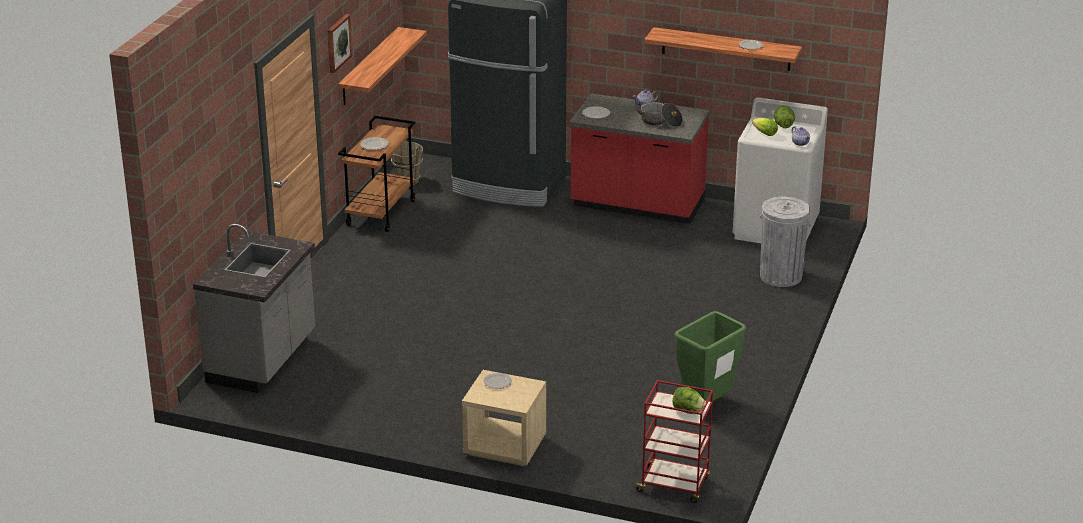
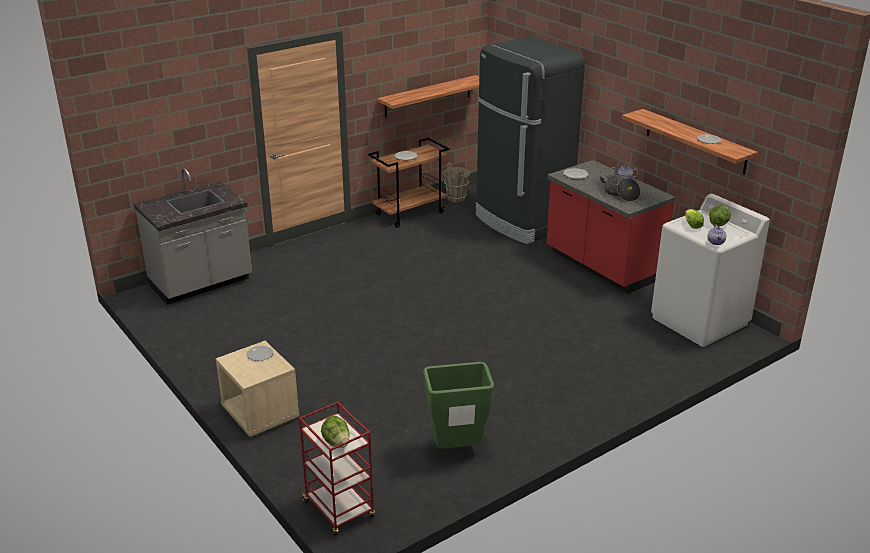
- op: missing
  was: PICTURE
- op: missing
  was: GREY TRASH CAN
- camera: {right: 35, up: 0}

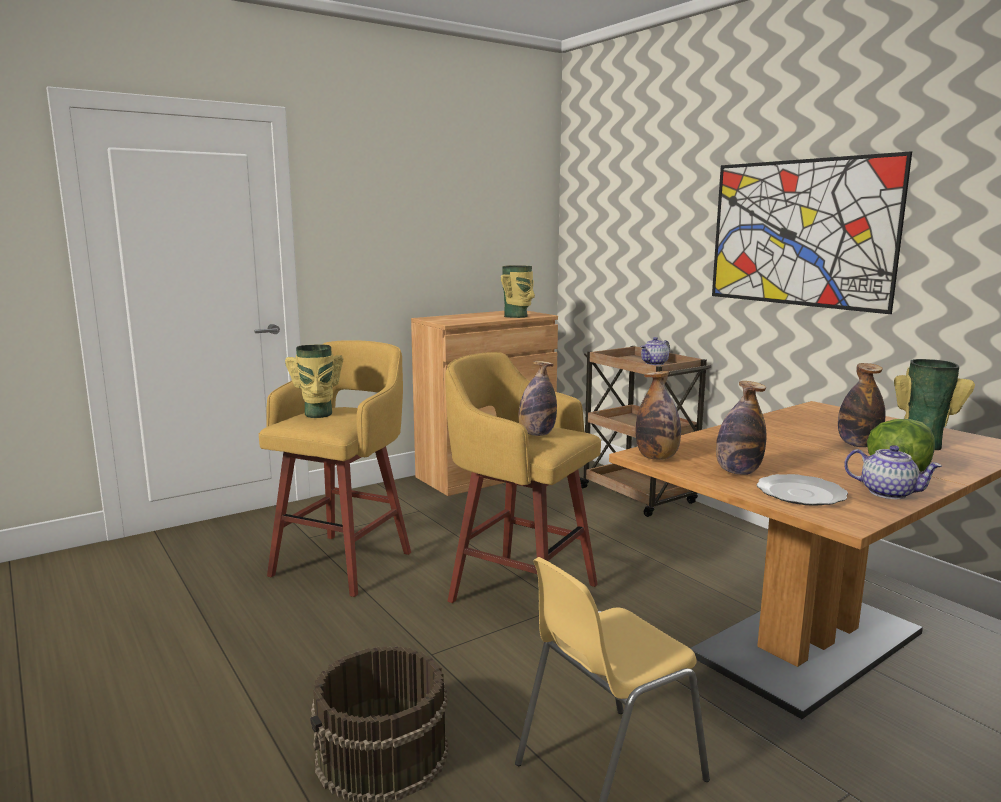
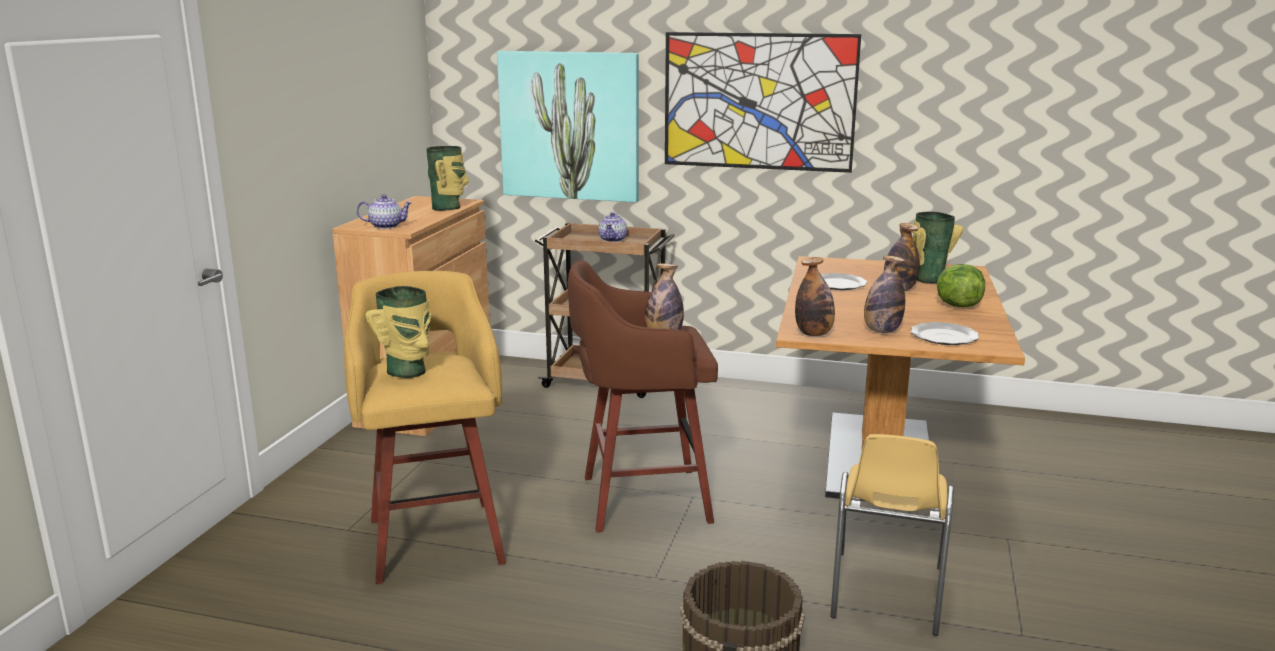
- op: colour
  was: YELLOW STOOL (no. 2 from left)
  now: BROWN STOOL
- op: relocated
  was: TEAPOT (no. 2 from left in the first image)
  now: TEAPOT (no. 1 from left)
- op: appeared
  now: PICTURE (no. 1 from left)
- op: appeared
  now: PLATE (no. 1 from left)
- camera: {right: -40, up: 5}

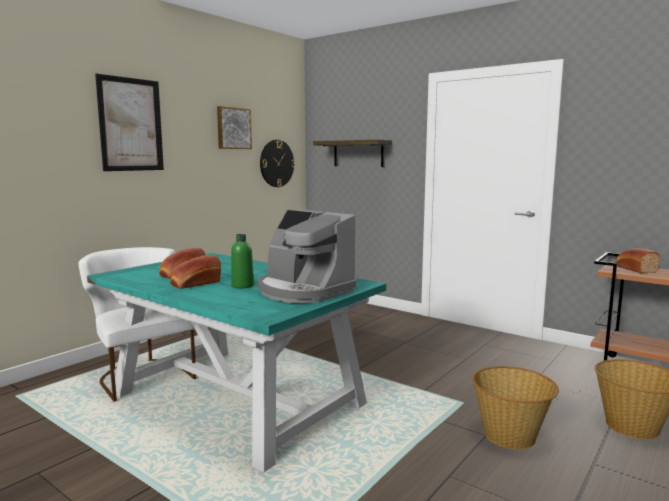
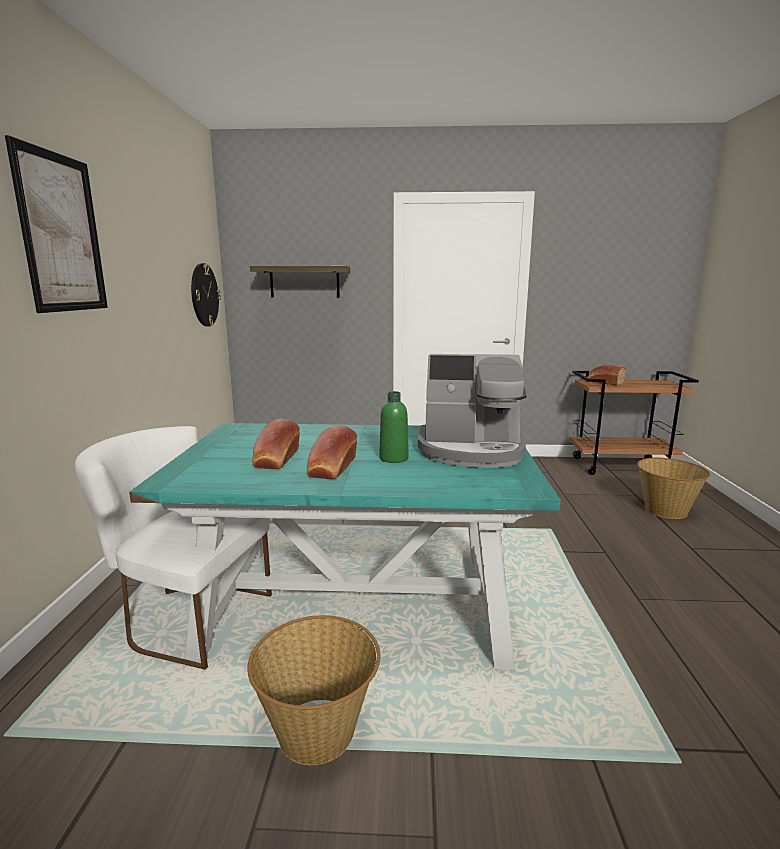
- op: missing
  was: PICTURE (no. 2 from left)
- op: relocated
  was: BASKET (no. 1 from left)
- camera: {right: -35, up: 5}

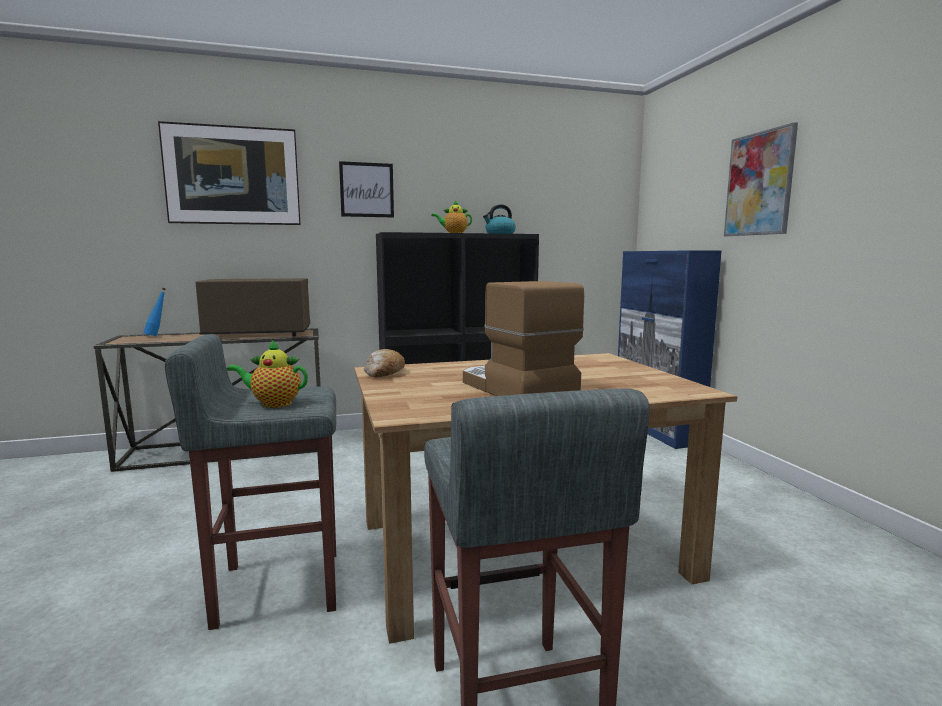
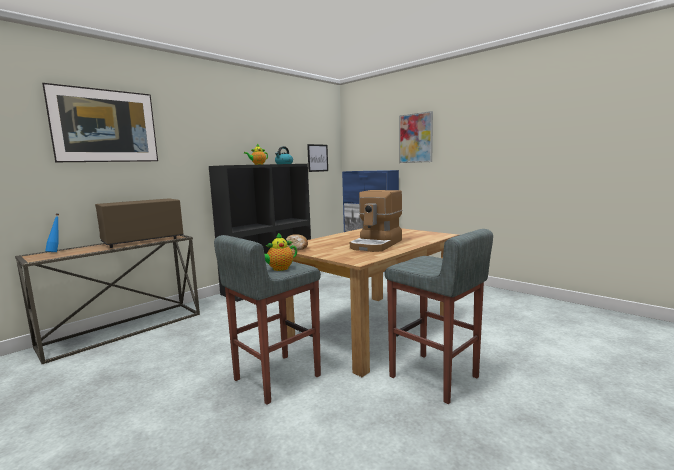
- op: relocated
  was: PICTURE (no. 2 from left)
- op: spun
  was: COFFEE MACHINE
  clockwise: -90
- camera: {right: -30, up: 0}

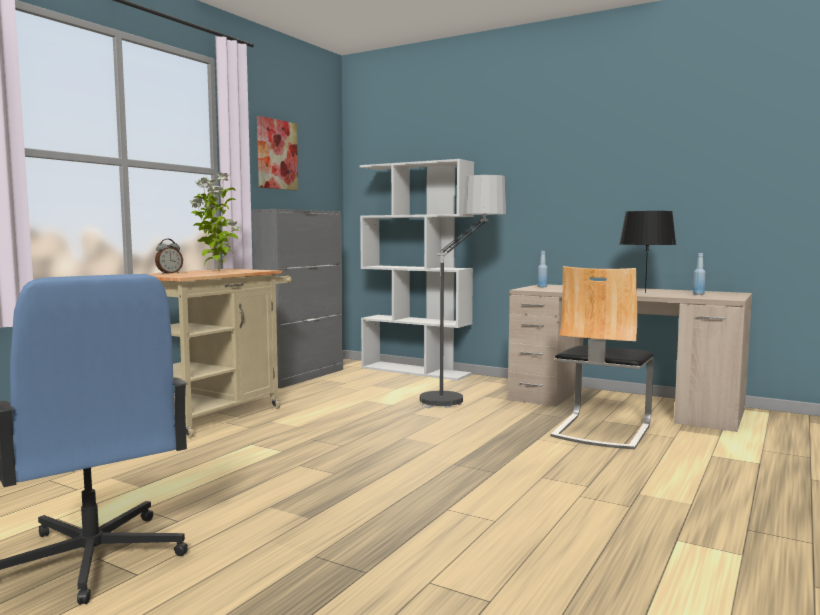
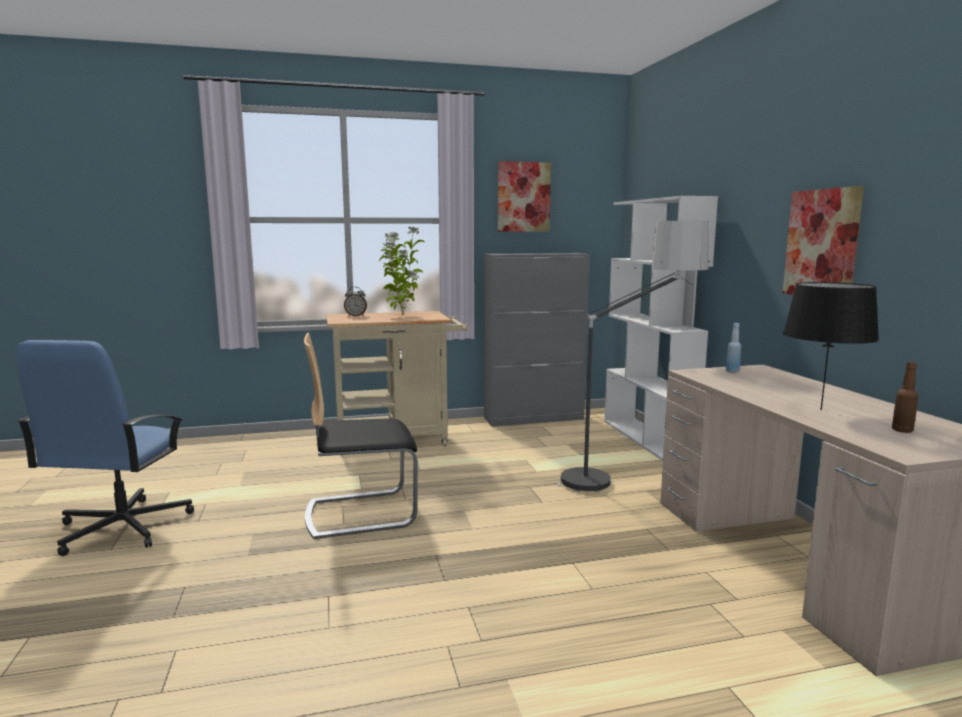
- op: colour
  was: BLUE BOTTLE (no. 2 from left)
  now: BROWN BOTTLE
- op: relocated
  was: CHAIR
- op: appeared
  now: PICTURE (no. 2 from left)
- camera: {right: 45, up: 5}

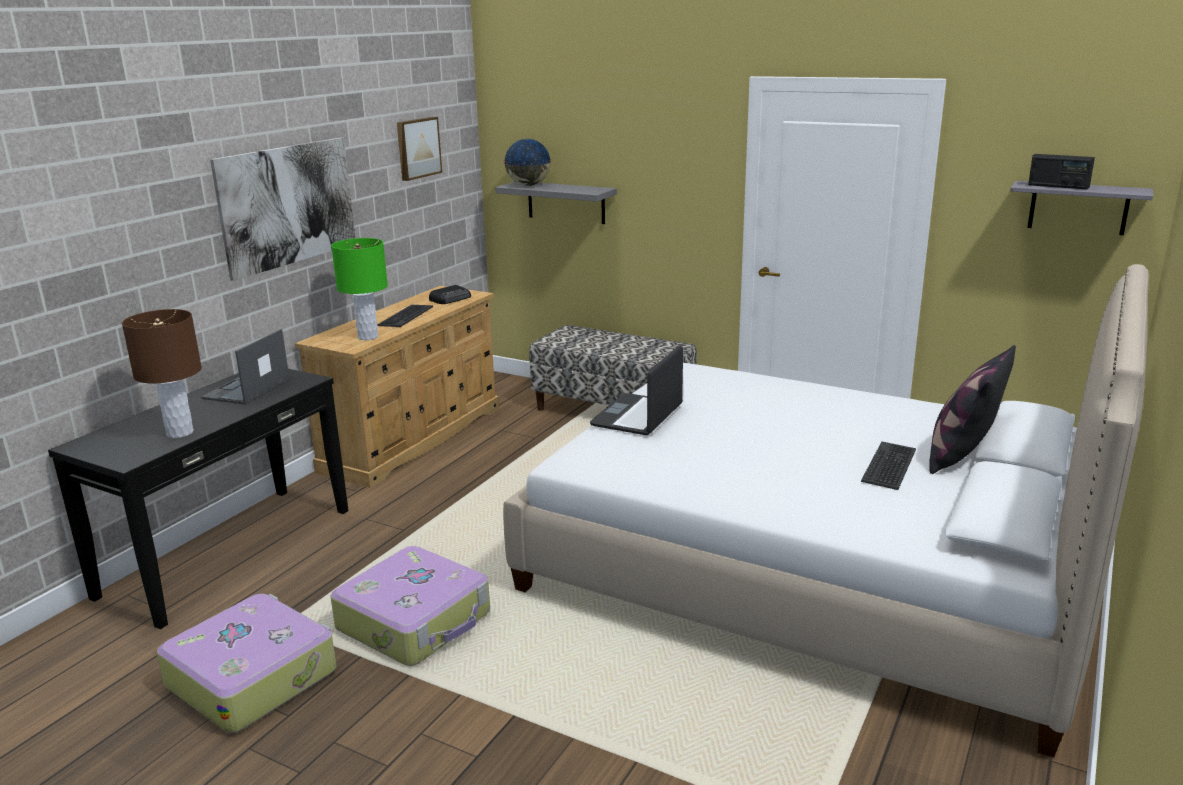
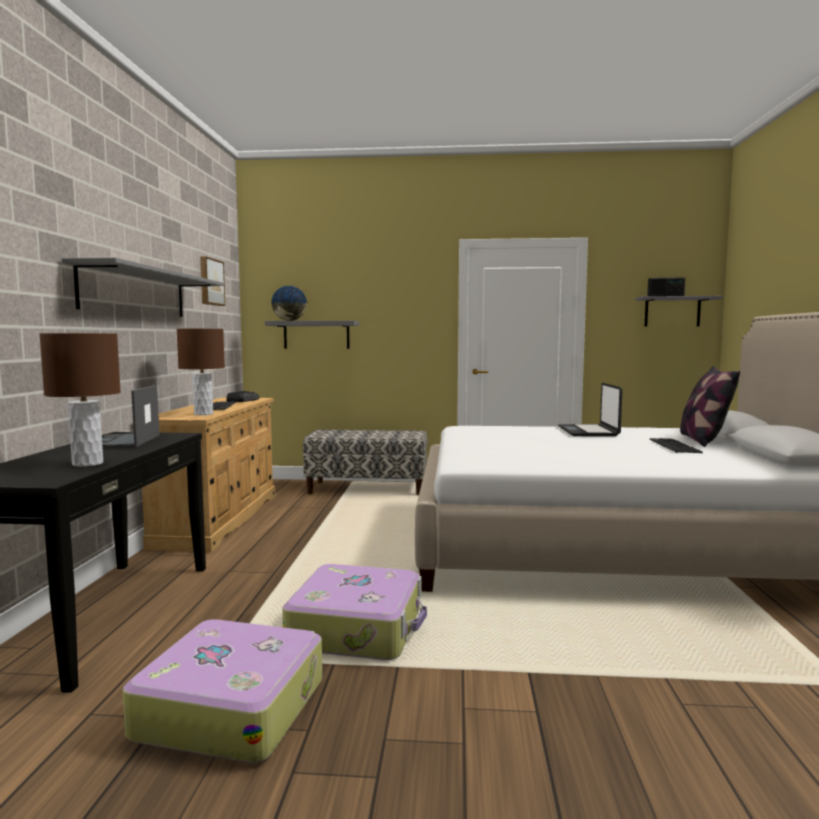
- op: exchanged
  was: PICTURE (no. 1 from left)
  now: GREY SHELF (no. 1 from left)
- op: colour
  was: GREEN TABLE LAMP
  now: BROWN TABLE LAMP (no. 2 from left)
- op: relocated
  was: LAPTOP (no. 2 from left)
- camera: {right: -25, up: -15}

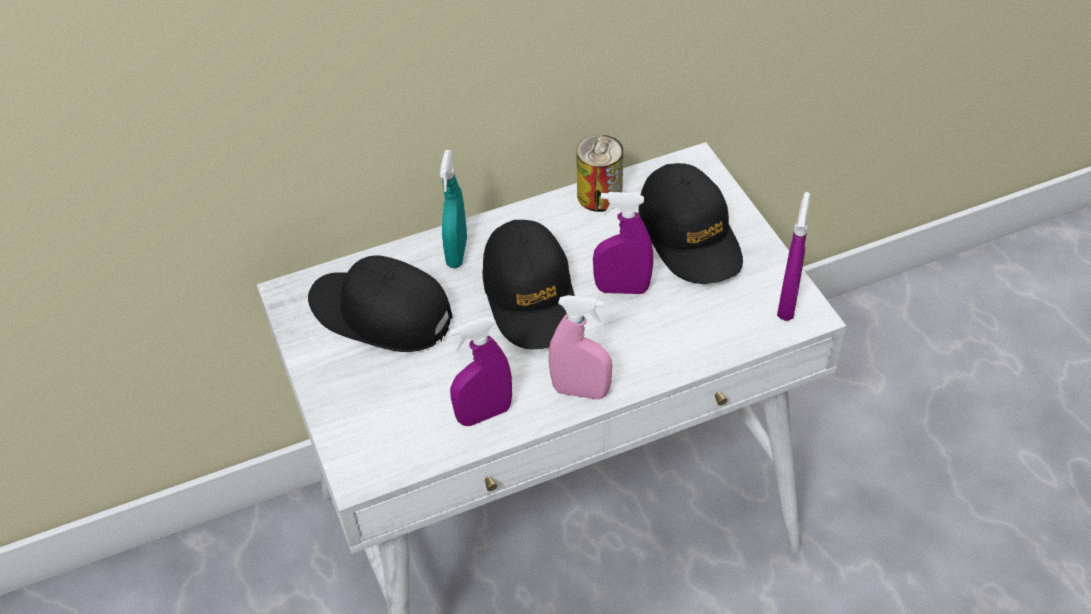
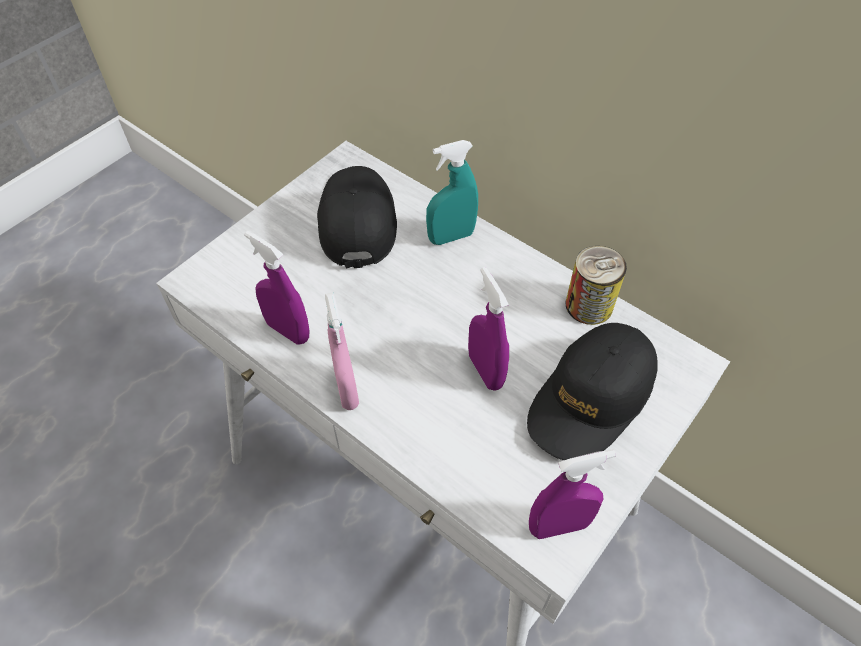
- op: missing
  was: BLACK CAP (no. 2 from left)
- camera: {right: 60, up: 5}

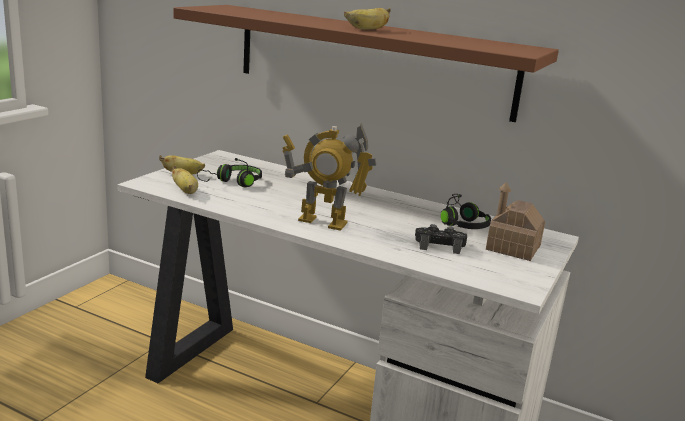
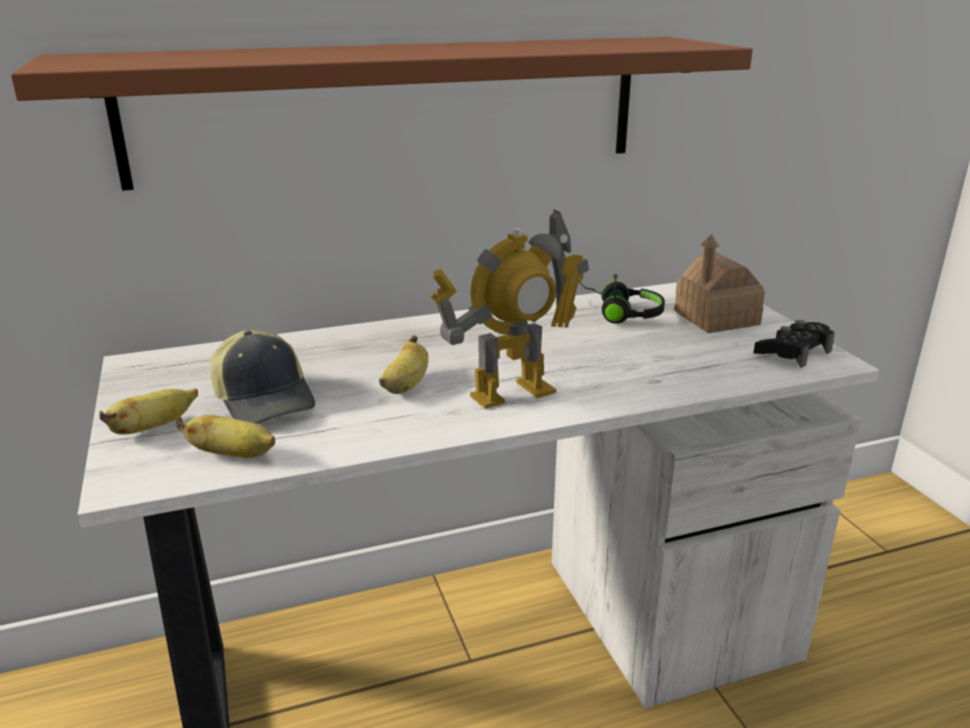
- op: relocated
  was: BANANA (no. 3 from left)
- op: exchanged
  was: BLACK HEADPHONES (no. 1 from left)
  now: CAP
- op: relocated
  was: BLACK GAME CONTROLLER
- camera: {right: -45, up: 5}

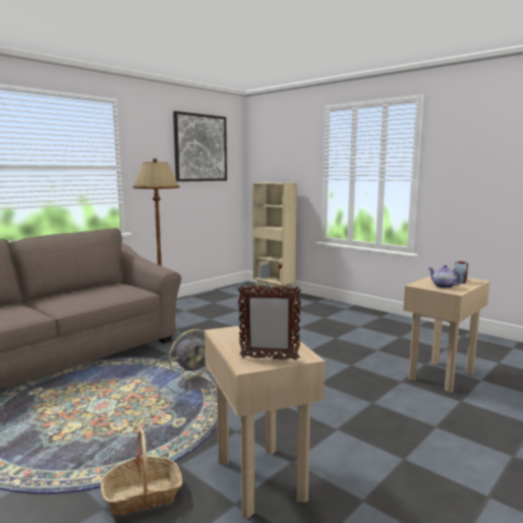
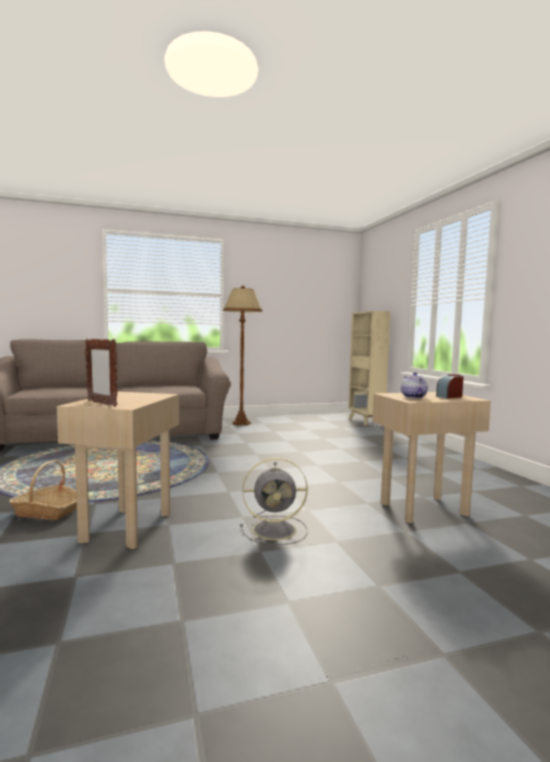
- op: missing
  was: PICTURE
- op: relocated
  was: GREY FAN
- camera: {right: 30, up: -5}

